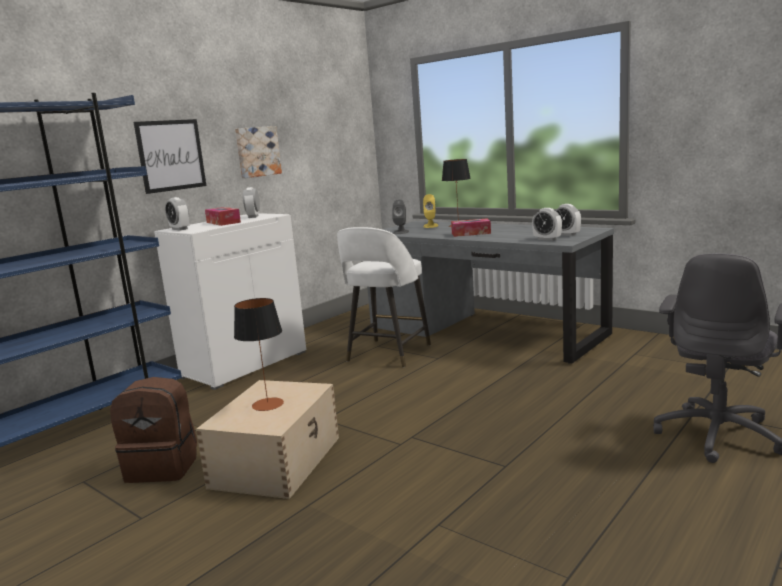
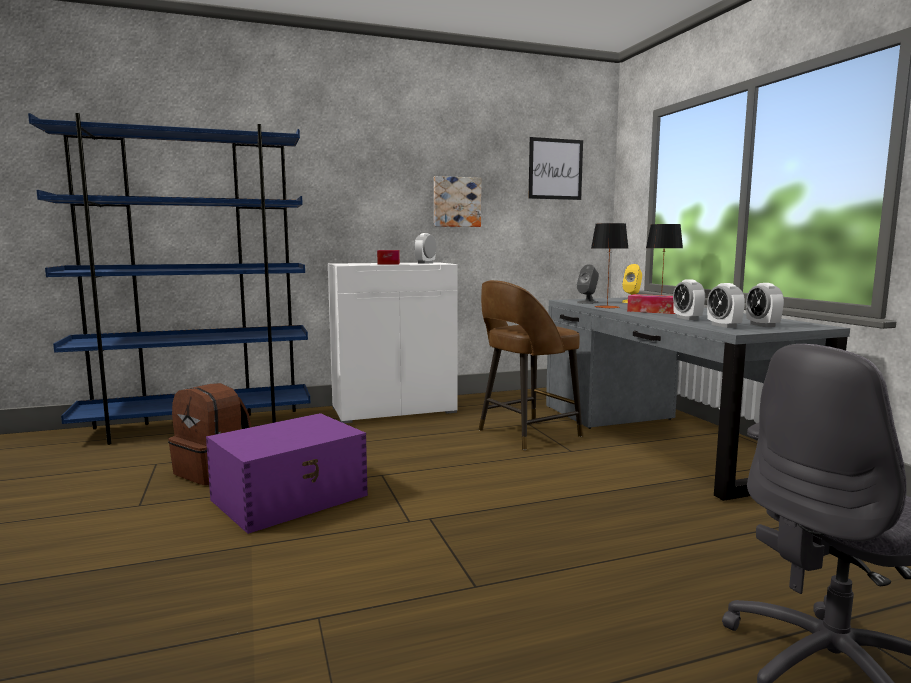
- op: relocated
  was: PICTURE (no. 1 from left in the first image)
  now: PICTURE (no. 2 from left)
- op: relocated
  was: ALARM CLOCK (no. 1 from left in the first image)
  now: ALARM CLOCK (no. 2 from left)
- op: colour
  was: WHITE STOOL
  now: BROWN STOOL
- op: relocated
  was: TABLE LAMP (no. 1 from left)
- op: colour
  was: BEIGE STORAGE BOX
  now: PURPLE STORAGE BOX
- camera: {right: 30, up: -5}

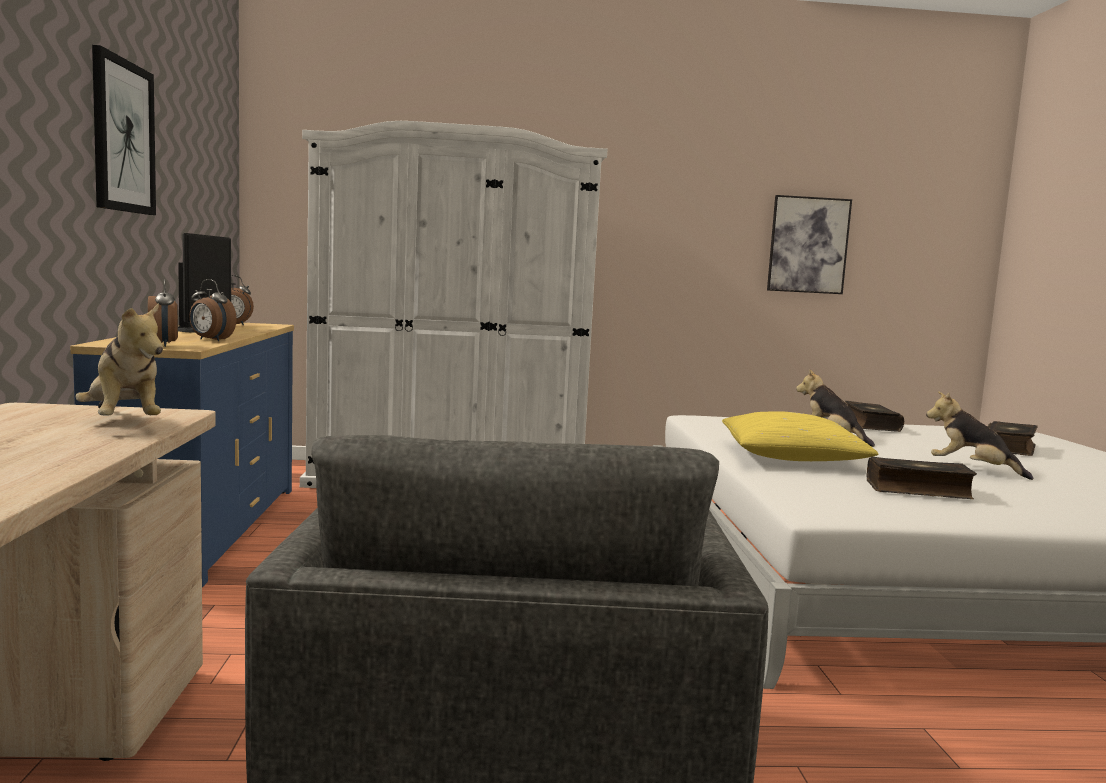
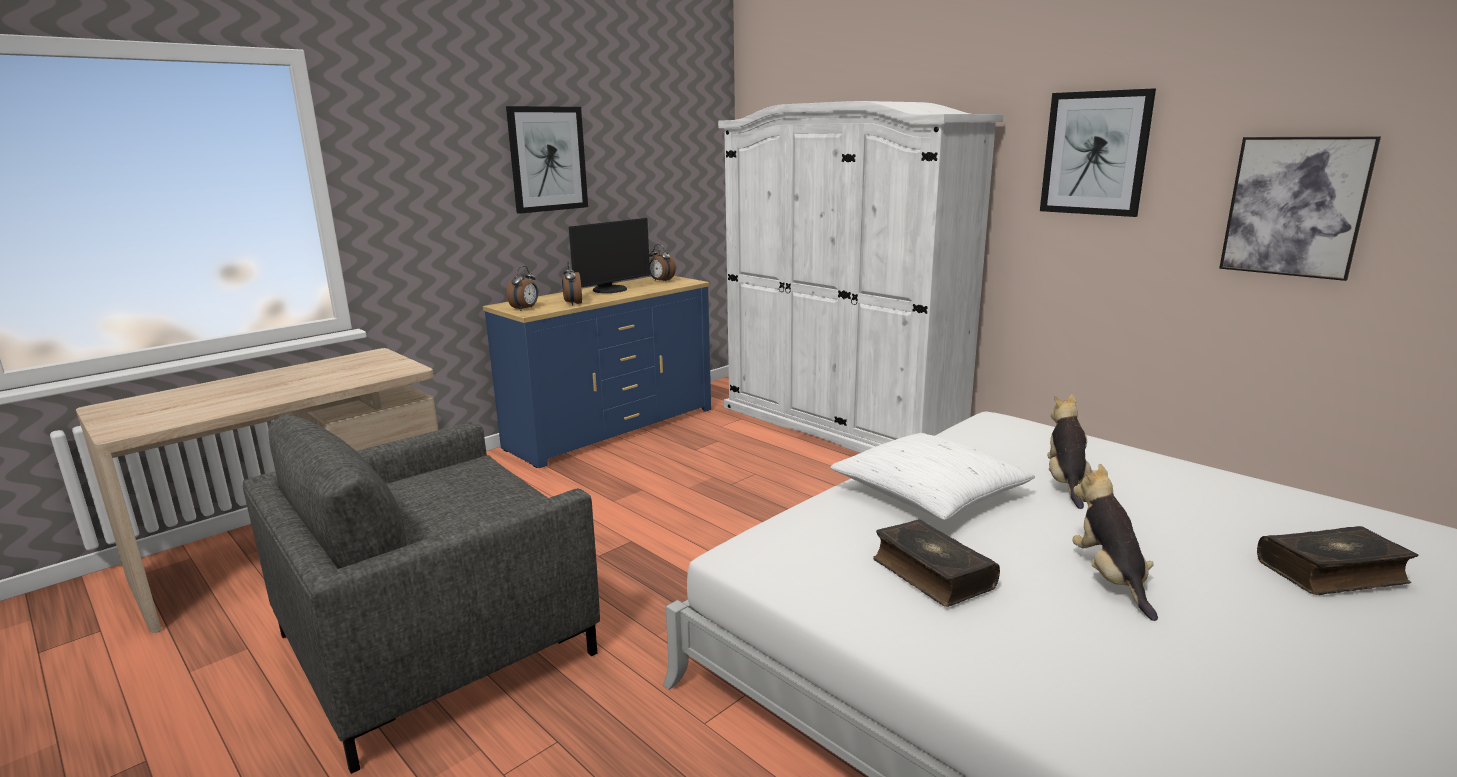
- op: missing
  was: PLUSH TOY (no. 1 from left)
- op: missing
  was: BOOK (no. 1 from left)
- op: colour
  was: YELLOW PILLOW
  now: WHITE PILLOW
- op: appeared
  now: PICTURE (no. 2 from left)
- camera: {right: 50, up: 10}

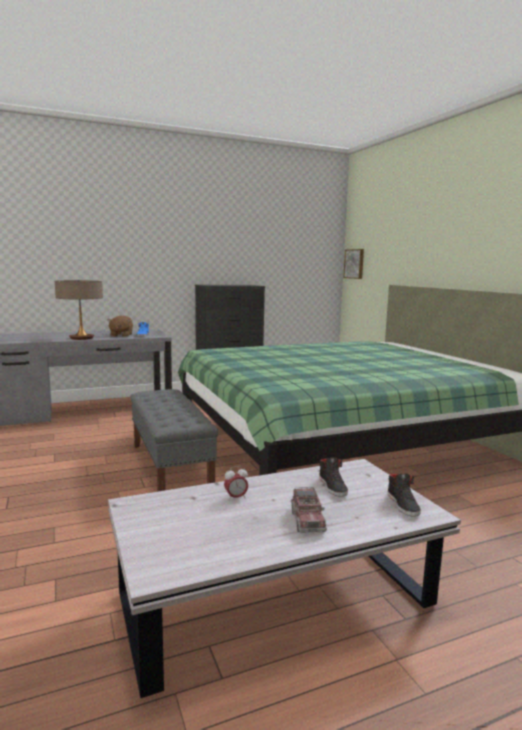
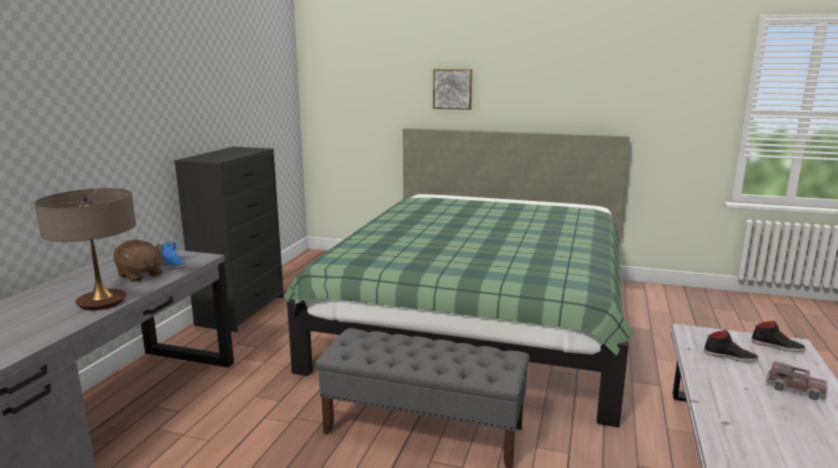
- op: relocated
  was: PICTURE
- op: missing
  was: ALARM CLOCK
- camera: {right: -50, up: 5}

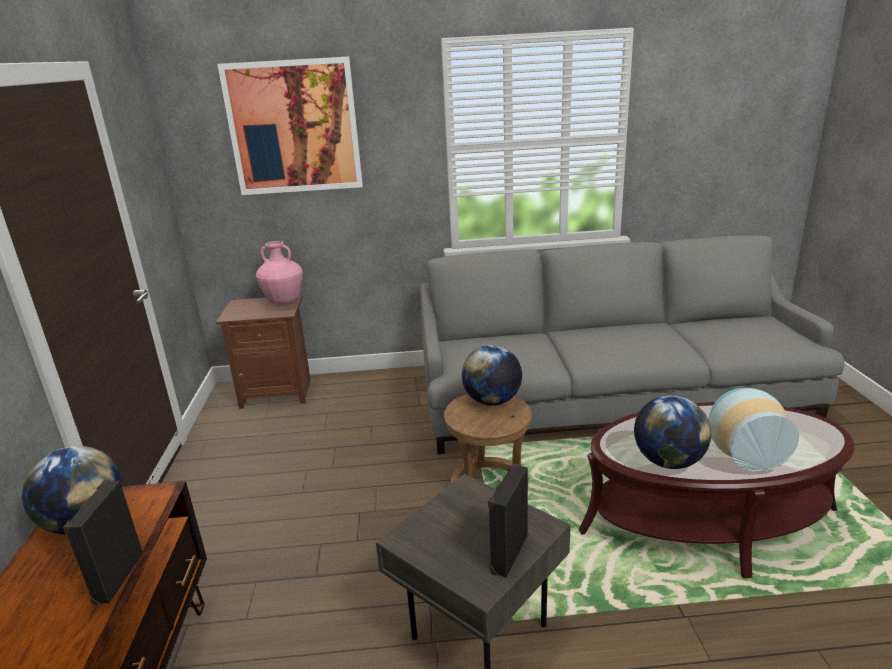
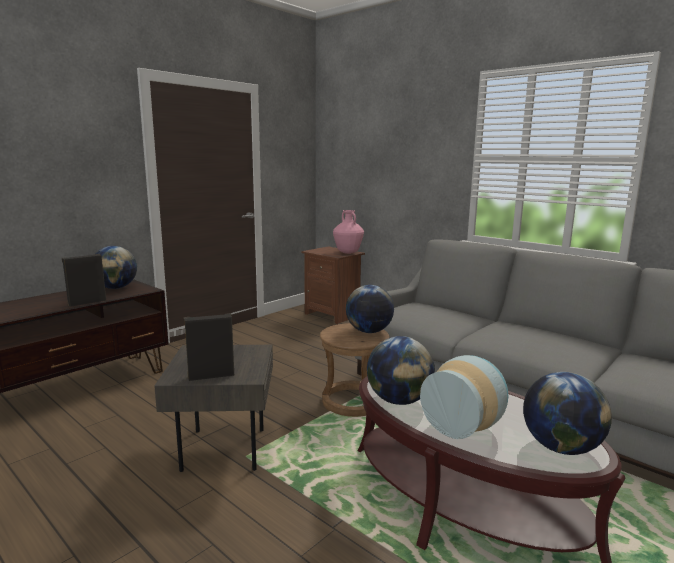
- op: missing
  was: PICTURE
- op: appeared
  now: GLOBE (no. 4 from left)
- camera: {right: 45, up: -10}

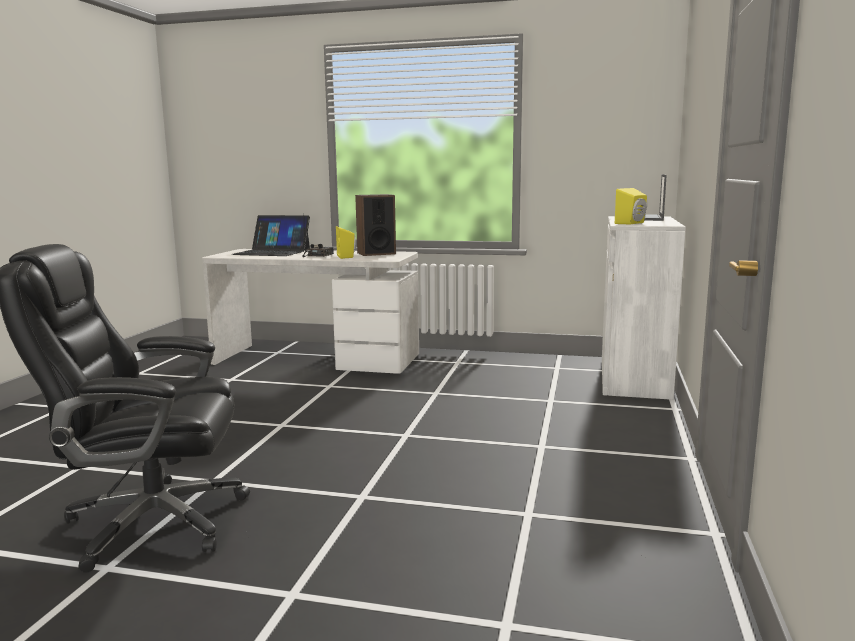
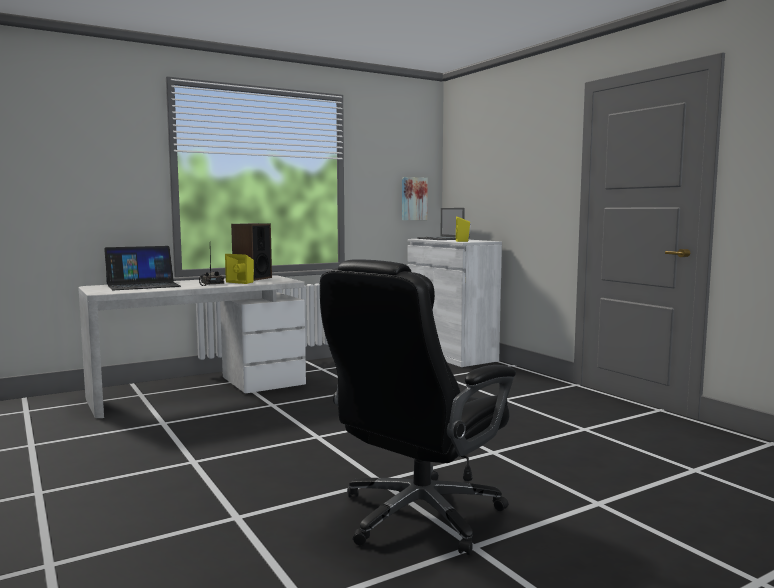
- op: appeared
  now: PICTURE
- camera: {right: -45, up: -5}

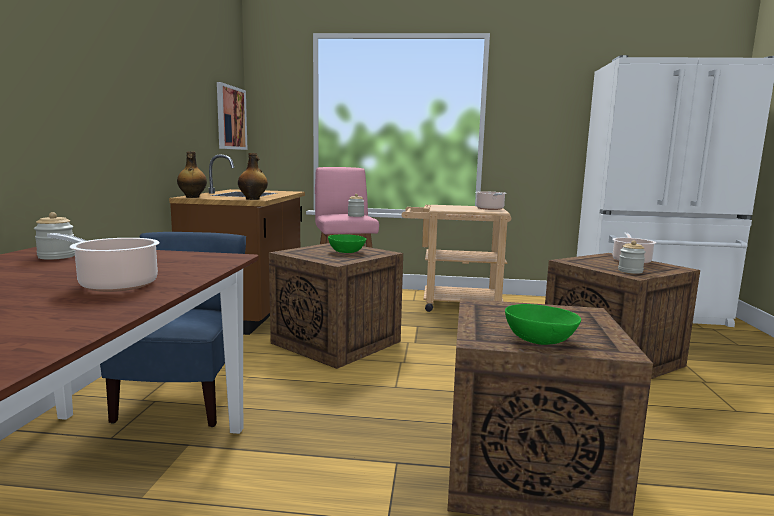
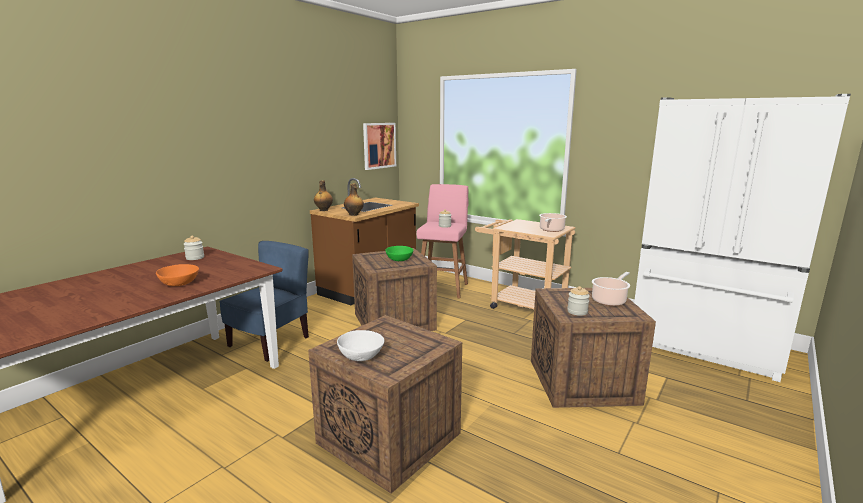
- op: exchanged
  was: COOKING POT (no. 1 from left)
  now: ORANGE BOWL
- op: colour
  was: GREEN BOWL (no. 2 from left)
  now: WHITE BOWL
- camera: {right: 30, up: 5}

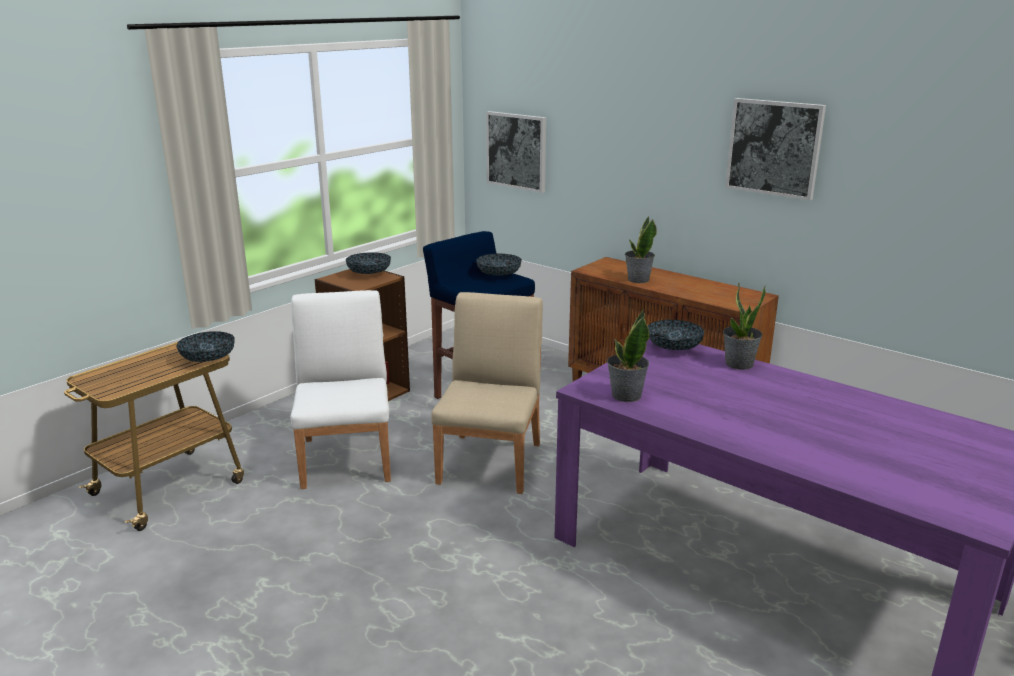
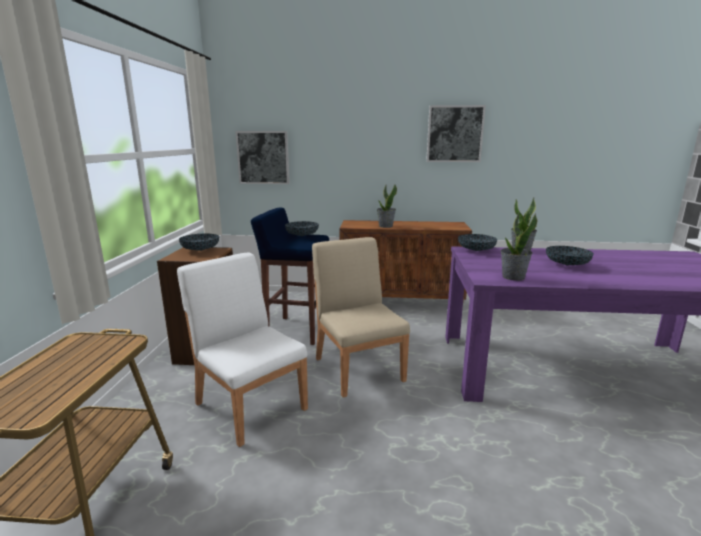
- op: relocated
  was: BOWL (no. 1 from left in the first image)
  now: BOWL (no. 4 from left)
- camera: {right: -35, up: -5}

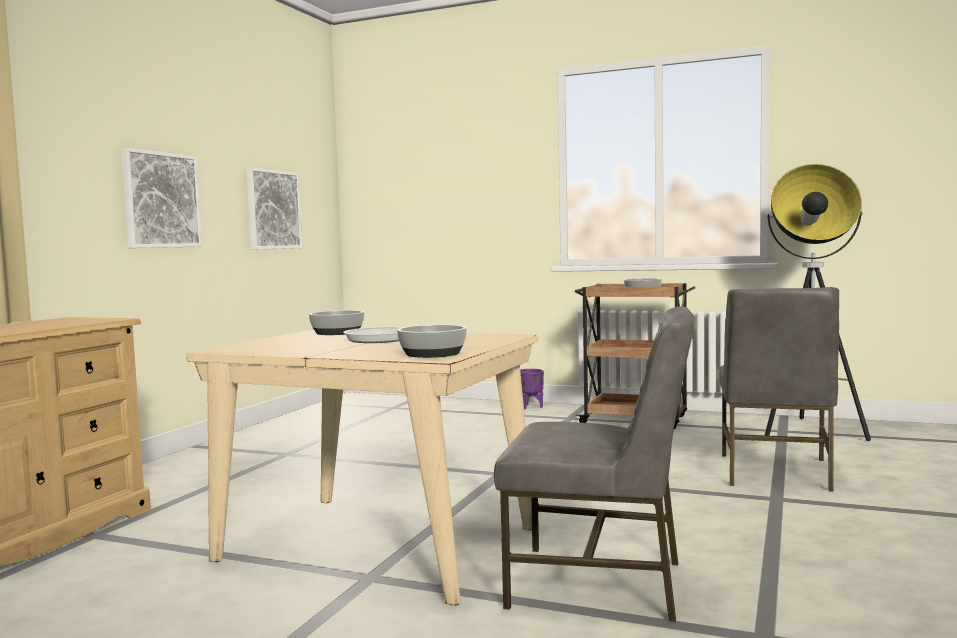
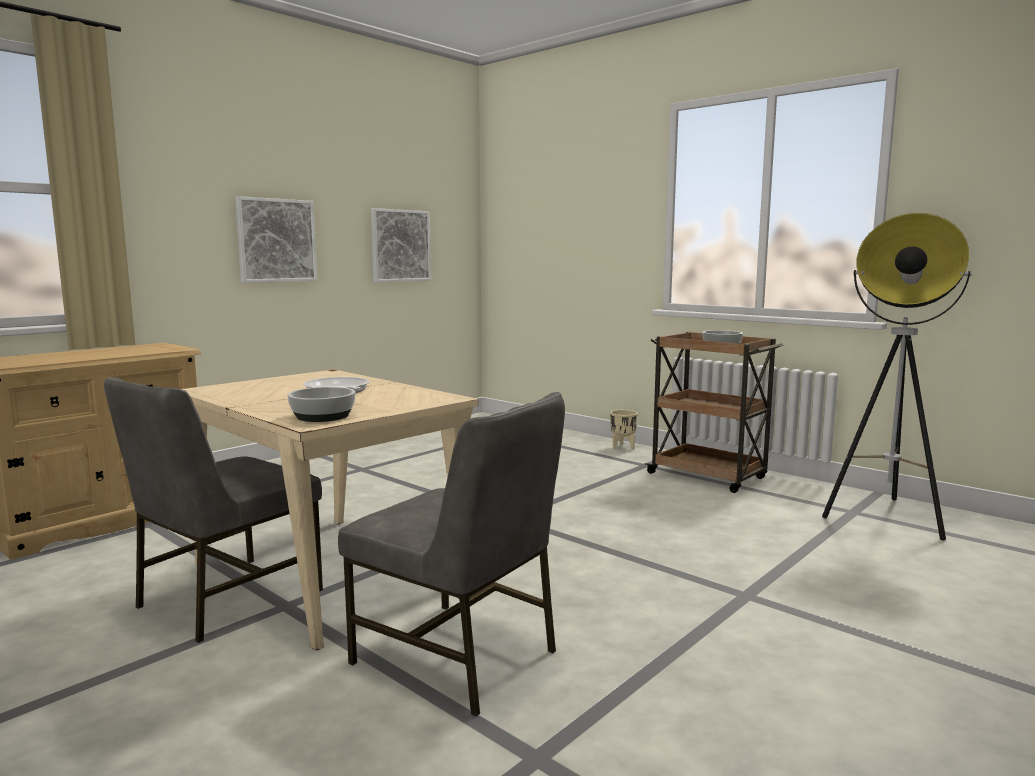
- op: relocated
  was: GREY CHAIR (no. 2 from left in the first image)
  now: GREY CHAIR (no. 1 from left)
- op: missing
  was: BOWL (no. 1 from left)
- op: colour
  was: PURPLE PLANTER
  now: BEIGE PLANTER
- camera: {right: 20, up: 5}

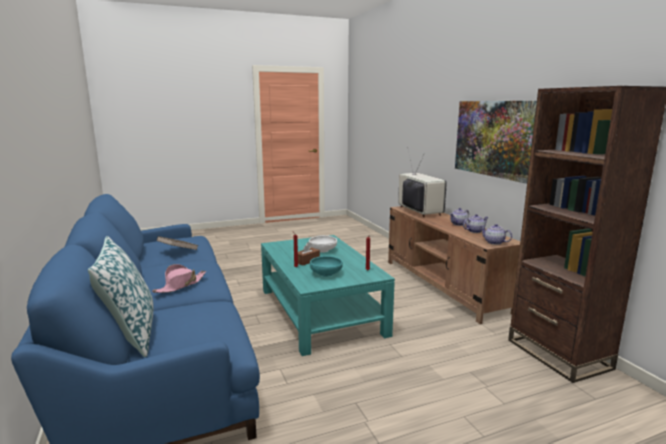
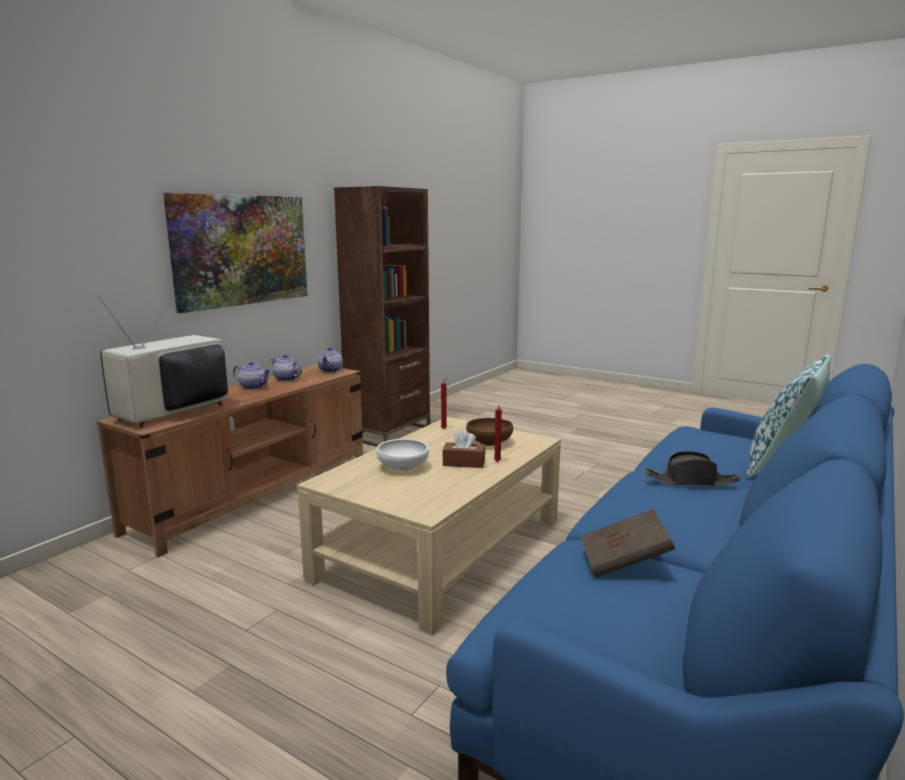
- op: colour
  was: TURQUOISE COFFEE TABLE
  now: BEIGE COFFEE TABLE
- op: colour
  was: TURQUOISE BOWL
  now: BROWN BOWL
- op: colour
  was: PINK HAT
  now: BLACK HAT
- camera: {right: -125, up: 0}

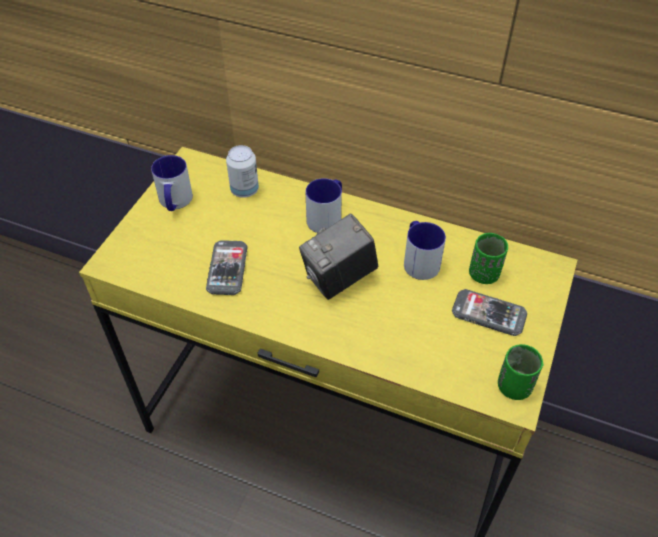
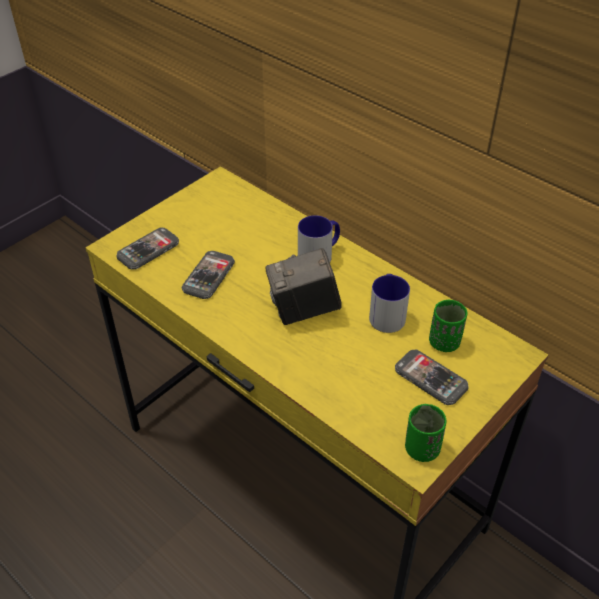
- op: missing
  was: CAN
- op: missing
  was: MUG (no. 1 from left)
- op: appeared
  now: PHONE (no. 1 from left)
- camera: {right: 20, up: -5}

